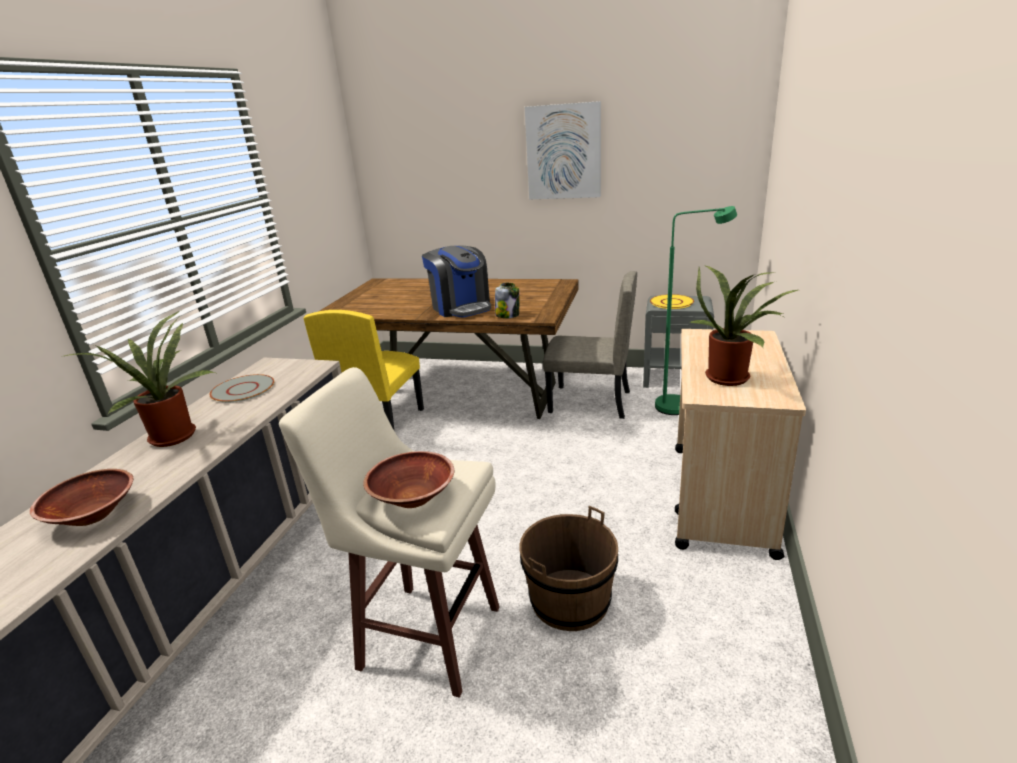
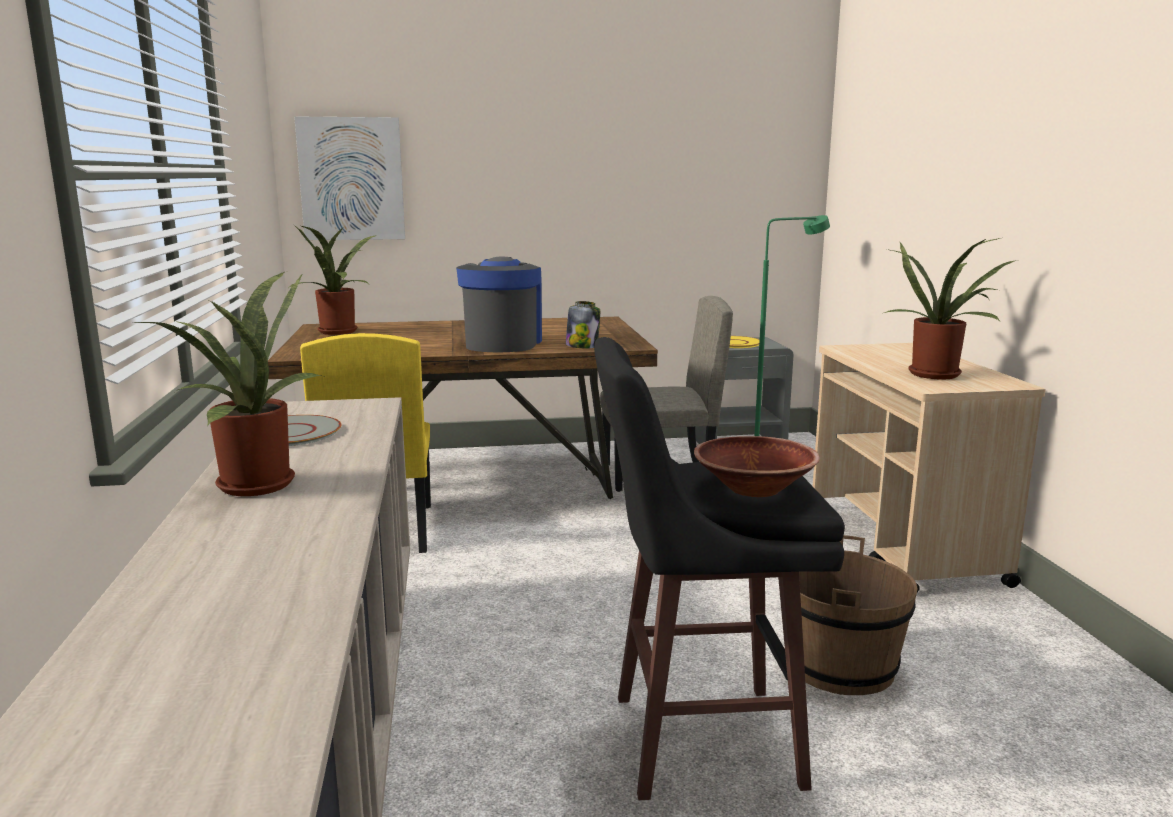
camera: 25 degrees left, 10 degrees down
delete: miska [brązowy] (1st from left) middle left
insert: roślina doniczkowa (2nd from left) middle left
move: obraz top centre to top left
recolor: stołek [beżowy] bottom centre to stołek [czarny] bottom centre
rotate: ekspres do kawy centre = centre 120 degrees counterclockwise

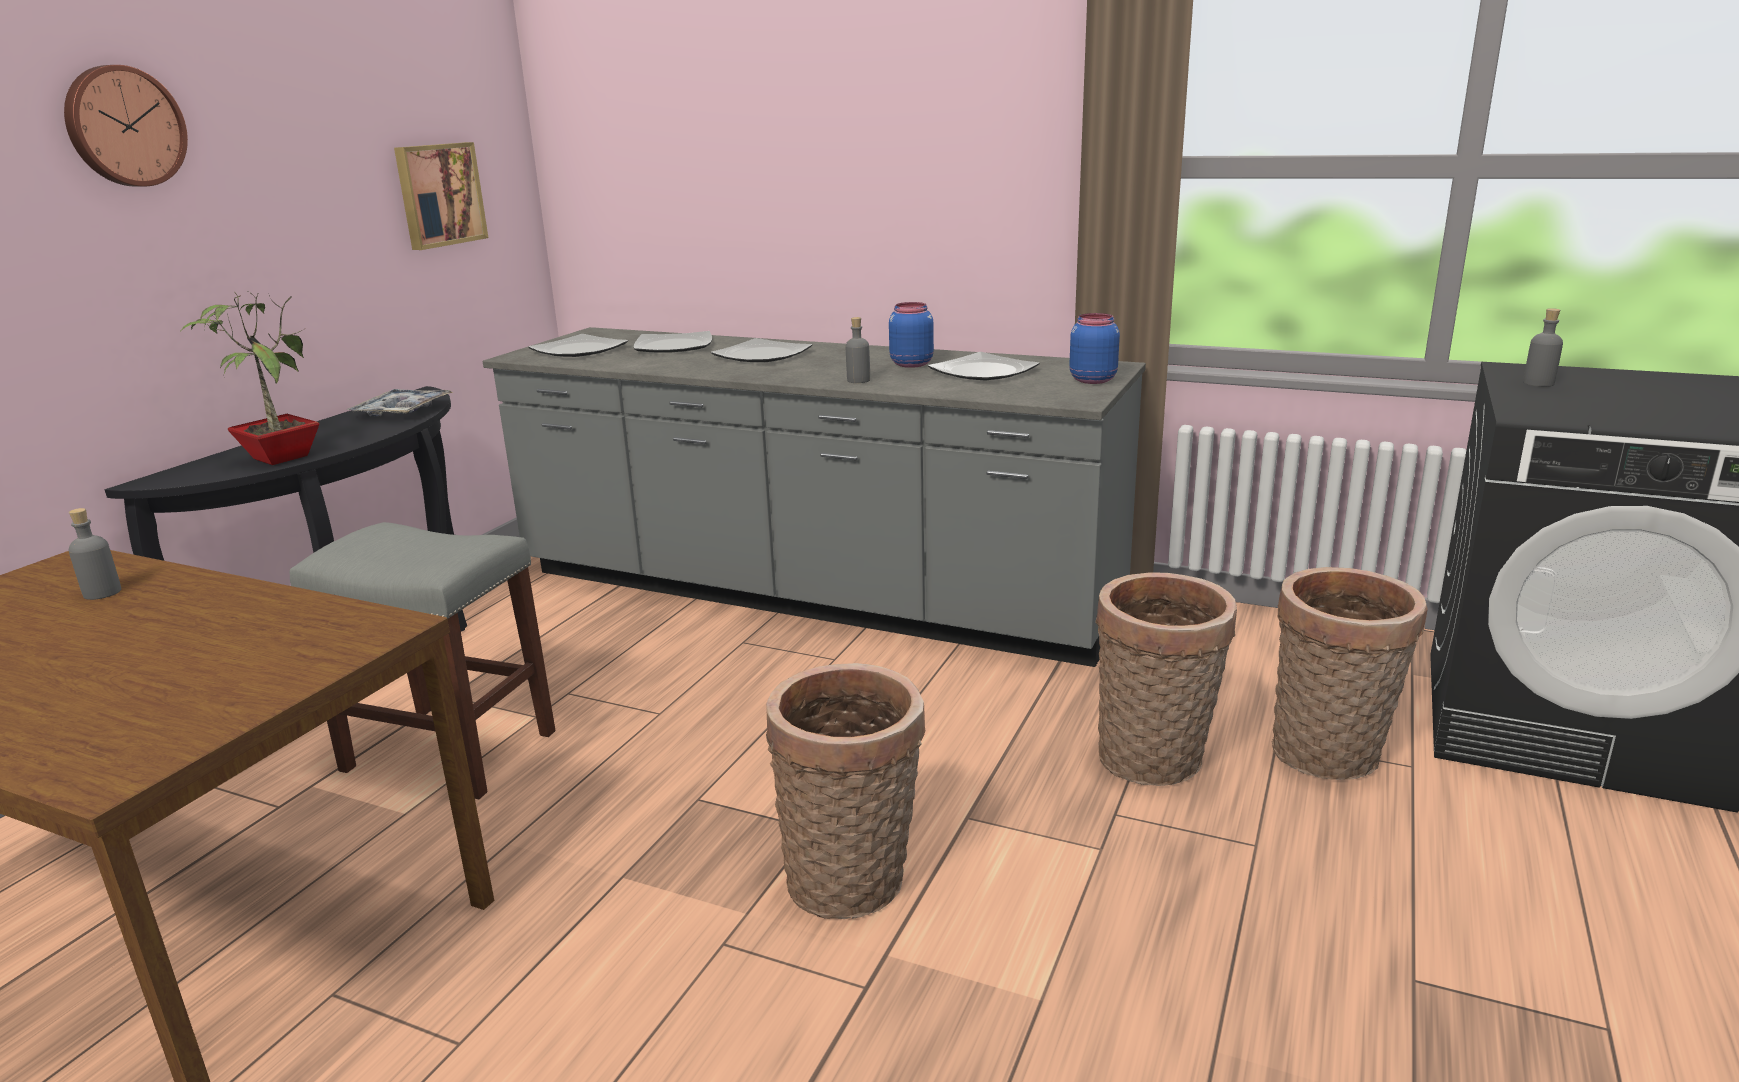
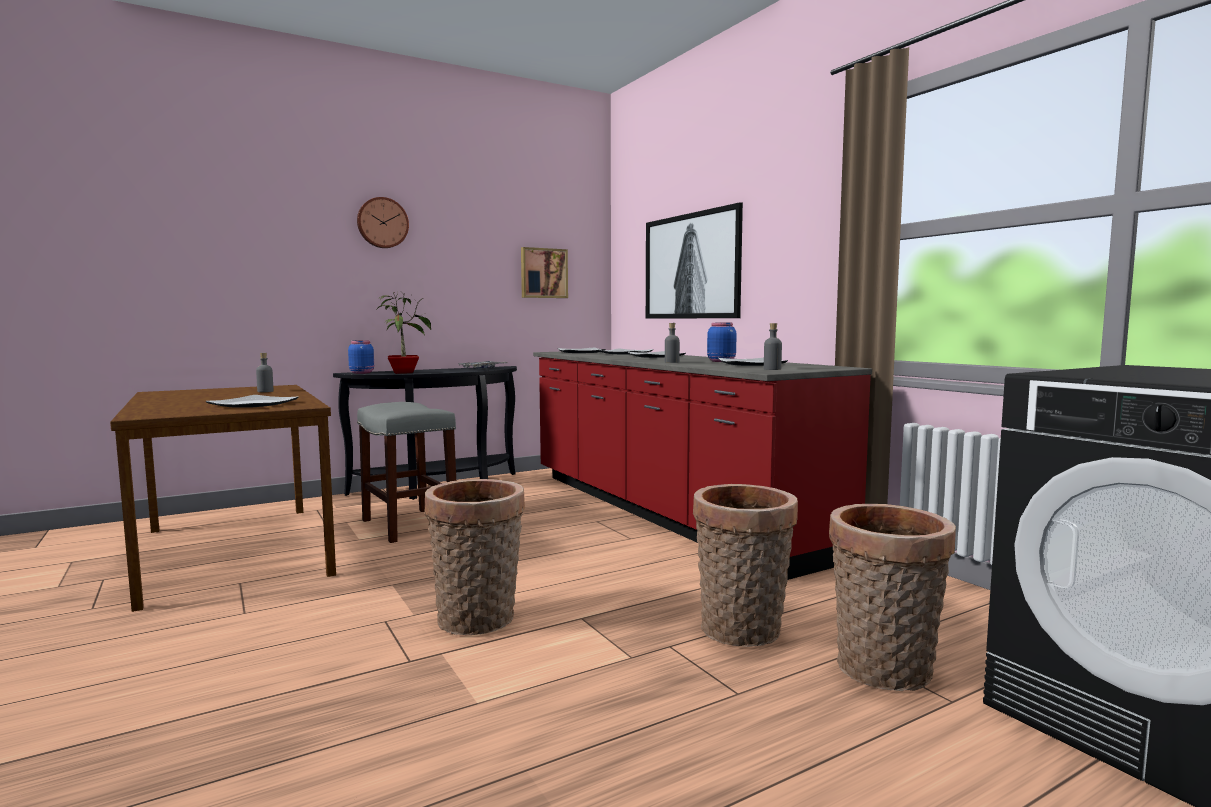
camera: 35 degrees right, 15 degrees down
insert: talerz (1st from left) middle left; obraz (2nd from left) top centre
move: słoik [niebieski] (2nd from left in the first image) top centre to słoik [niebieski] (1st from left) middle left; butelka [szary] (3rd from left) top right to centre
recolor: zabudowa kuchenna [szary] centre to zabudowa kuchenna [czerwony] centre

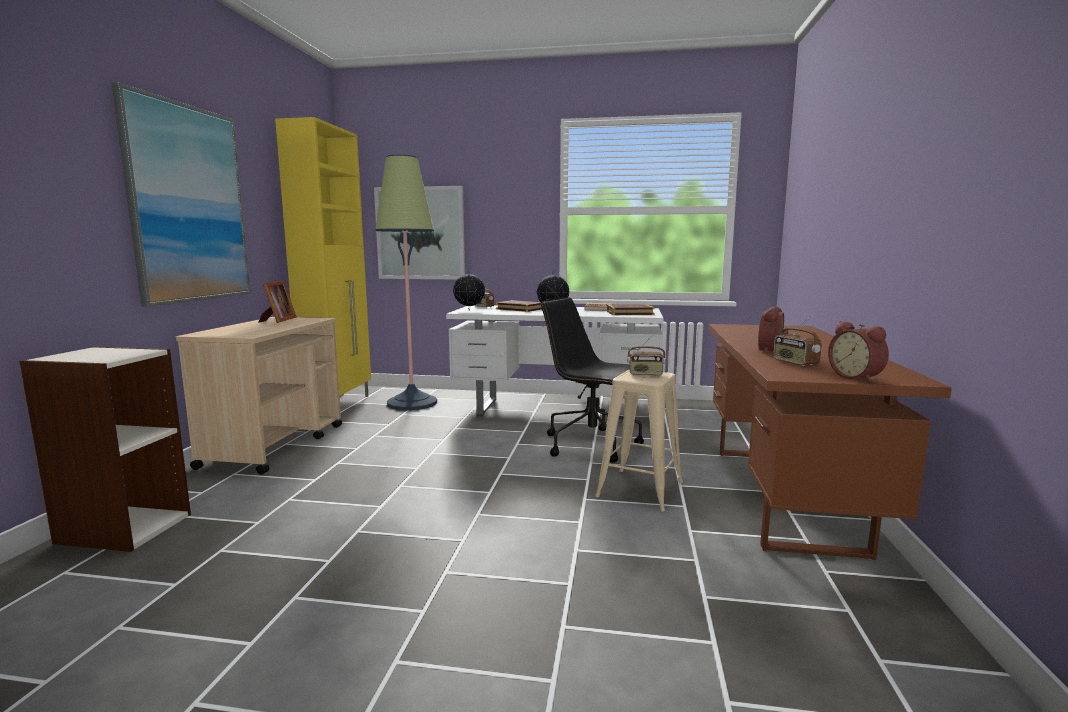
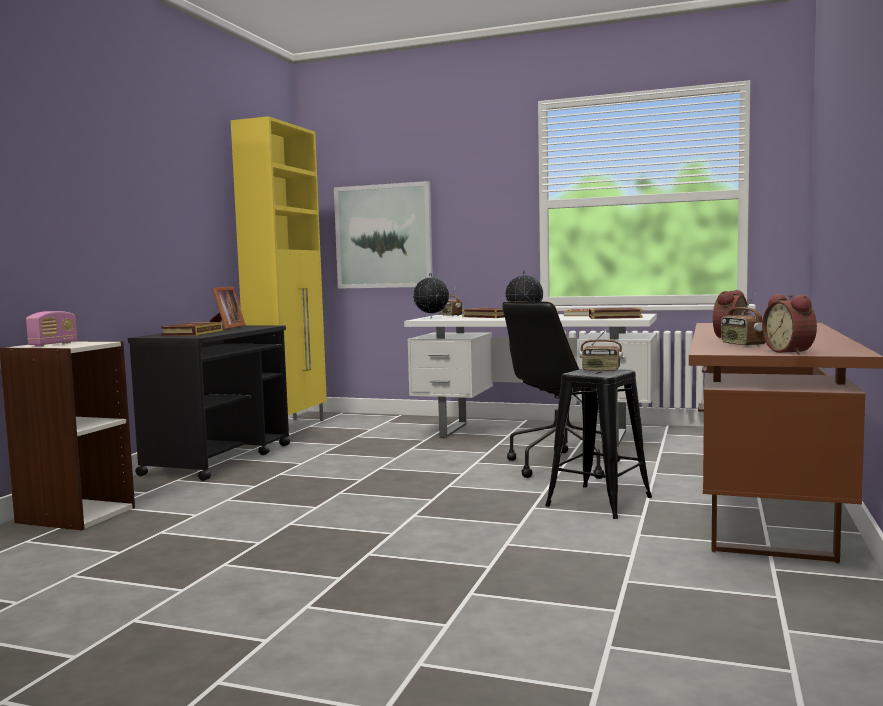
camera: 10 degrees right, 5 degrees down
delete: obraz (1st from left) top left; lampa stojąca centre
insert: radio (1st from left) middle left; książka (1st from left) middle left
recolor: wózek [beżowy] middle left to wózek [czarny] middle left; stołek [beżowy] centre to stołek [czarny] middle right
rotate: krzesło biurowe [czarny] centre = centre 90 degrees counterclockwise

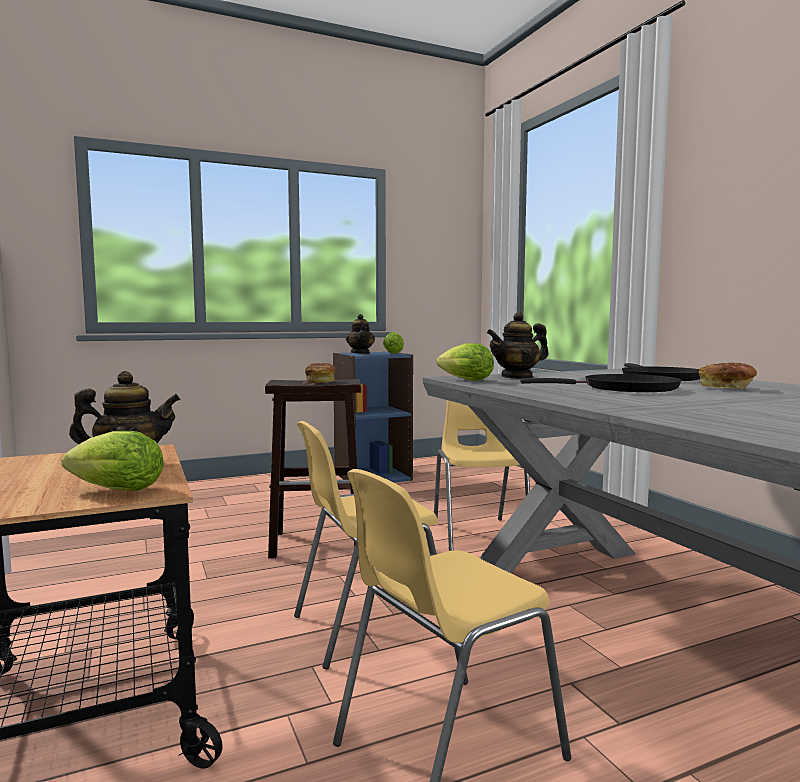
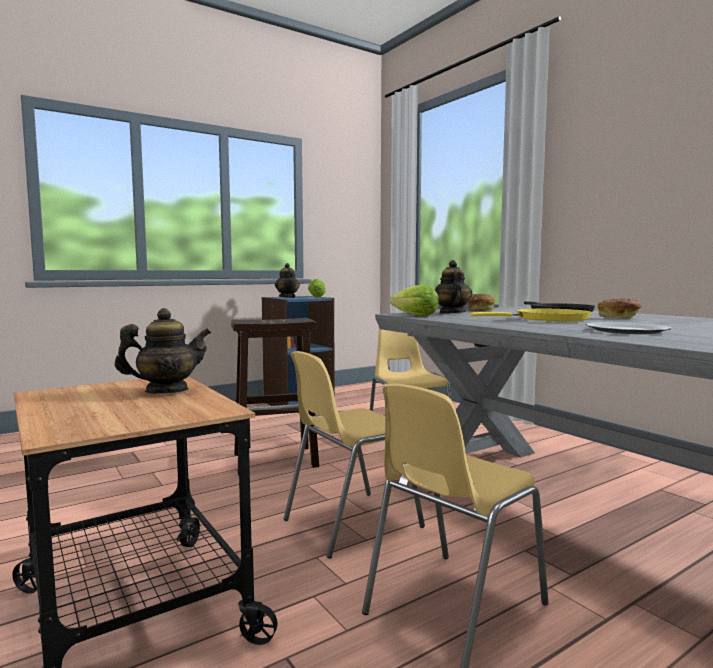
camera: 10 degrees left, 0 degrees up
delete: sałata (1st from left) middle left
insert: talerz middle right
move: chleb (1st from left) centre to middle right
recolor: patelnia [czarny] (1st from left) middle right to patelnia [żółty] middle right
rotate: imbryk (3rd from left) centre = centre 120 degrees clockwise

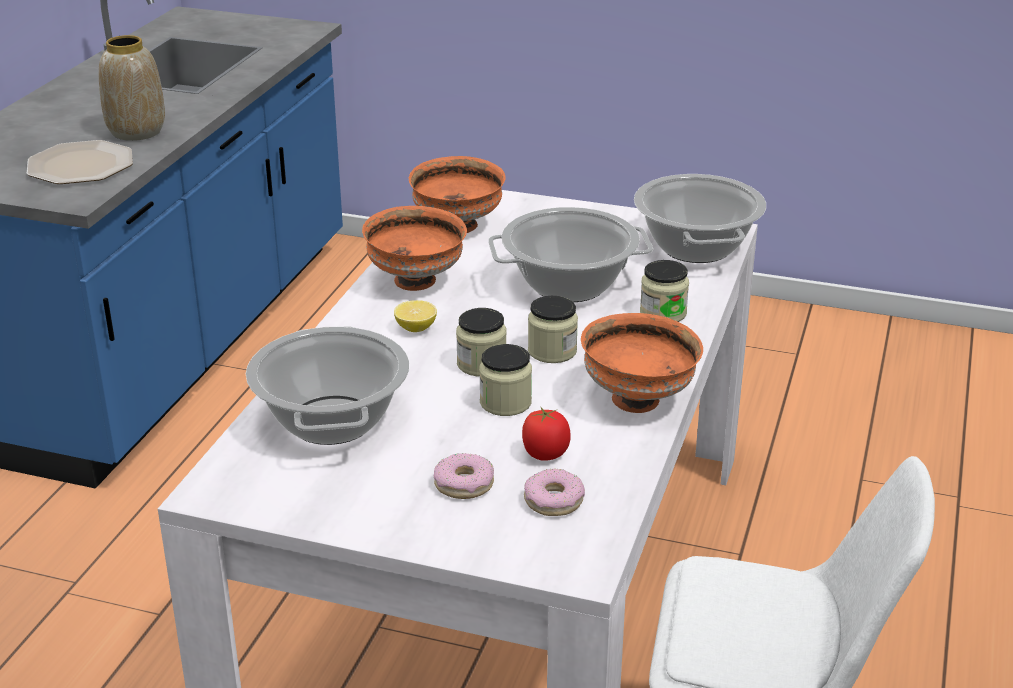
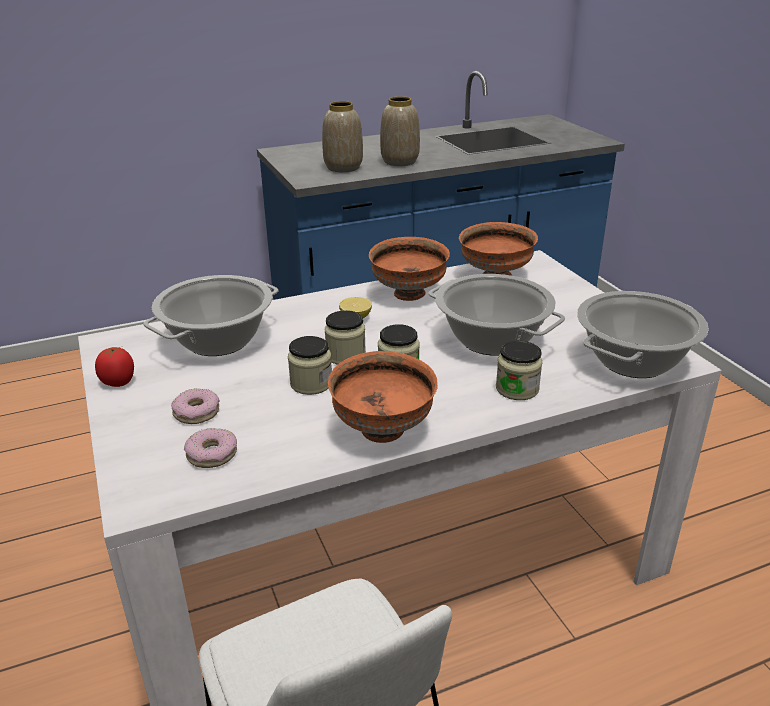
camera: 50 degrees right, 0 degrees up
move: pomidor centre to middle left
replace: talerz top left to wazon (1st from left) top centre

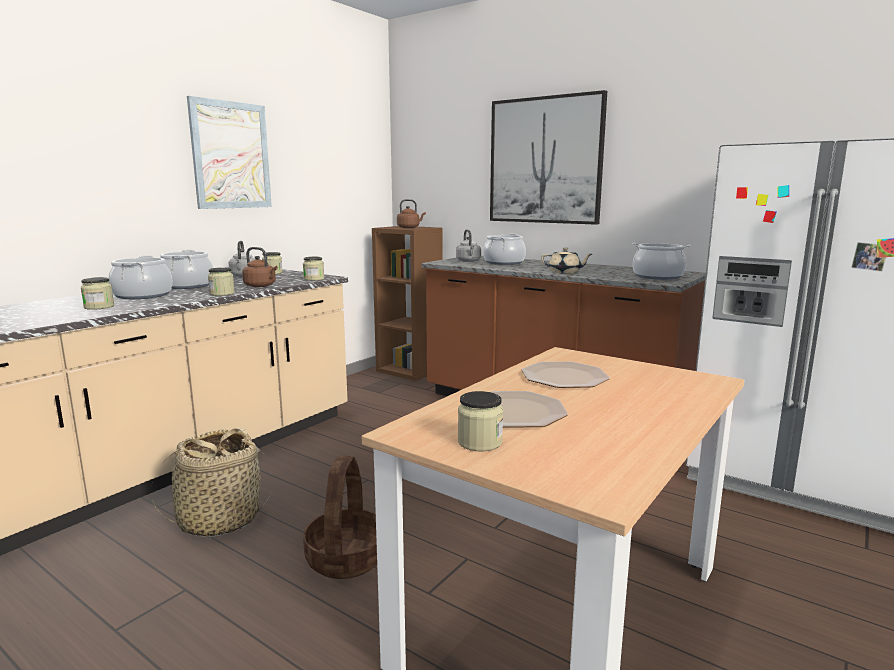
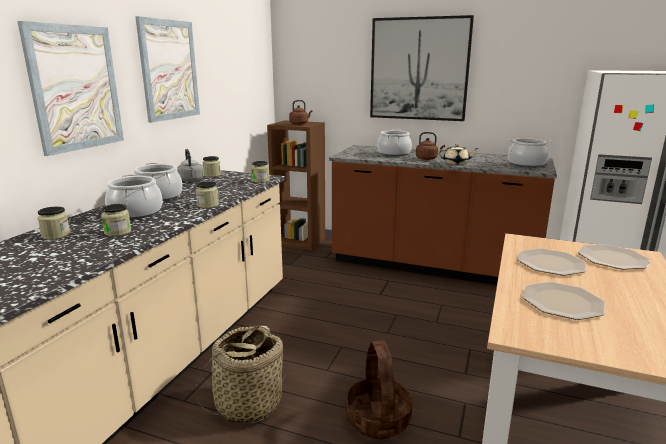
camera: 15 degrees left, 5 degrees up
delete: czajnik [szary] (2nd from left) centre
insert: obraz (1st from left) top left; talerz (3rd from left) middle right
move: czajnik [brązowy] (1st from left in the first image) middle left to czajnik [brązowy] (2nd from left) top centre; słoik (5th from left in the first image) centre to słoik (1st from left) middle left

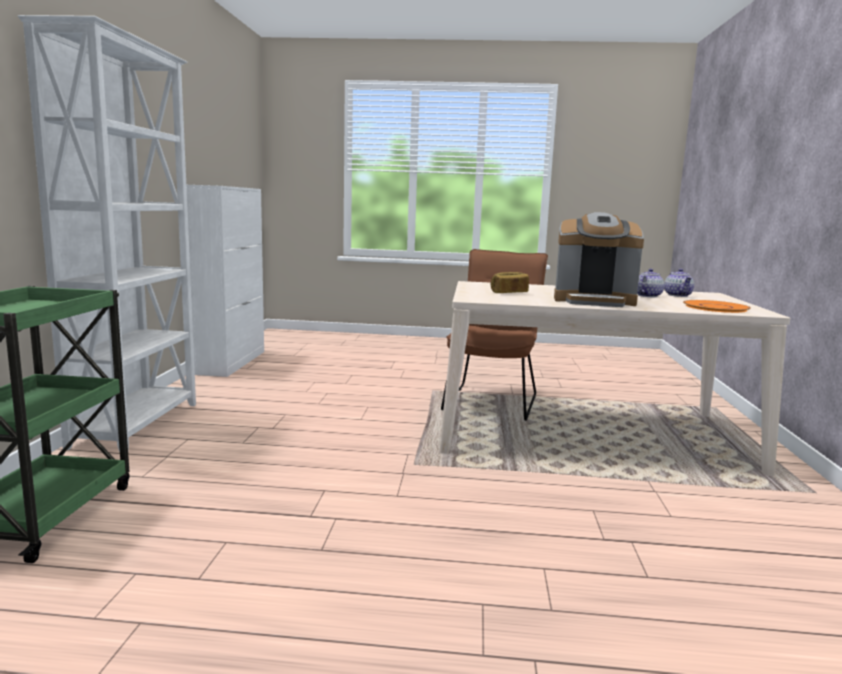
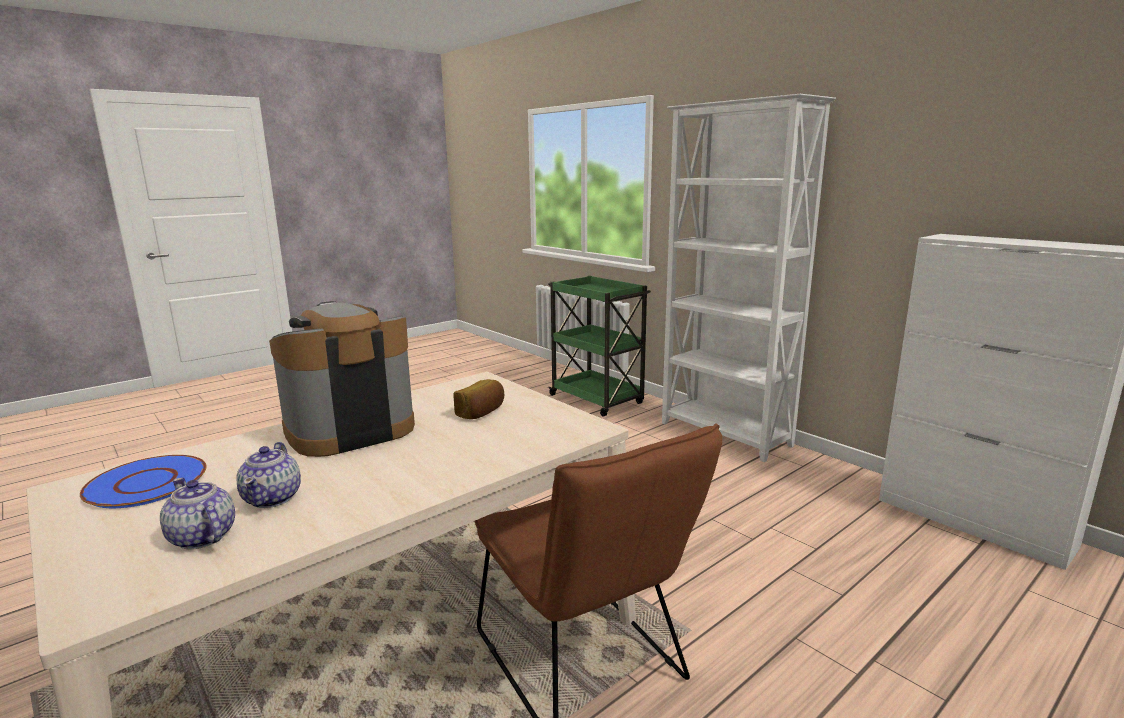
camera: 135 degrees right, 5 degrees up
recolor: talerz [pomarańczowy] middle right to talerz [niebieski] bottom left

